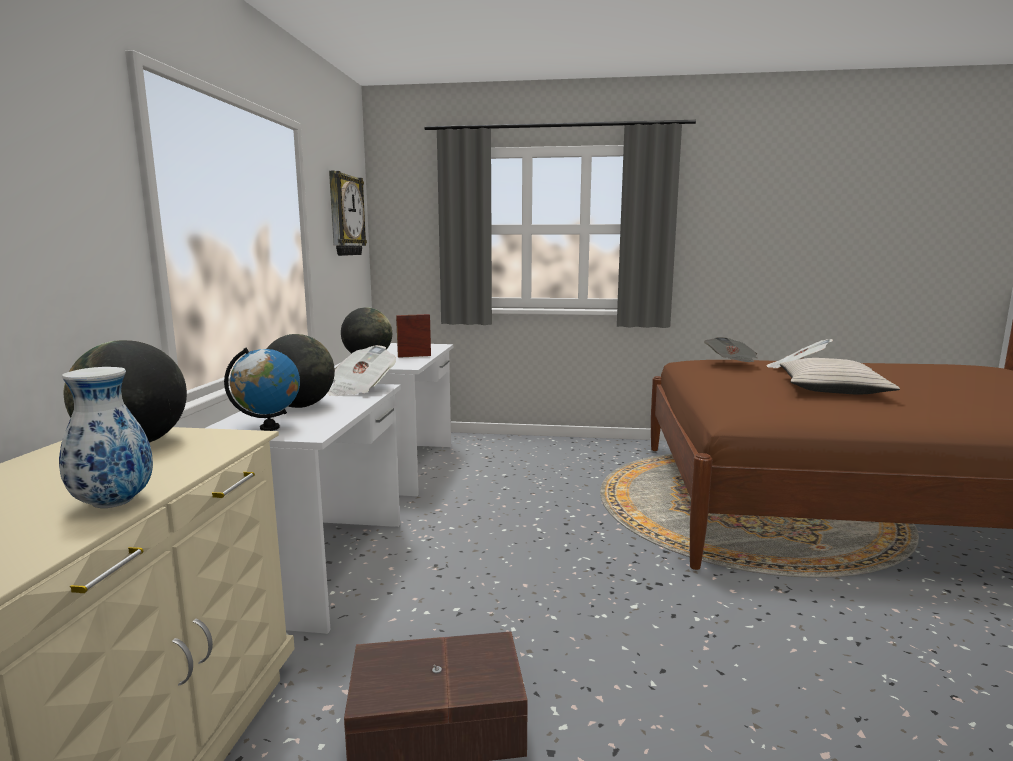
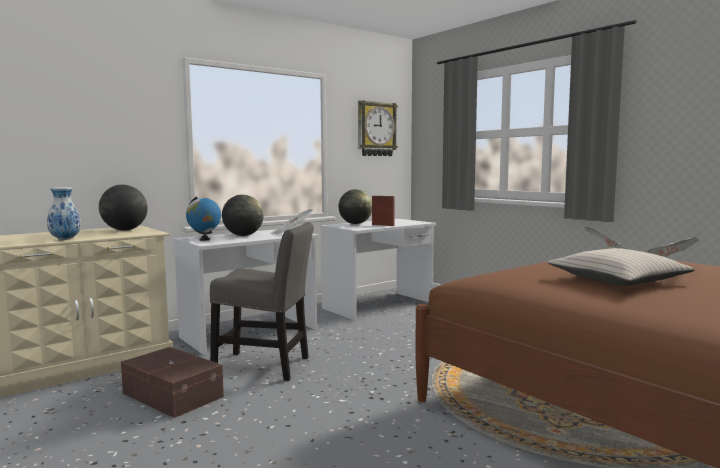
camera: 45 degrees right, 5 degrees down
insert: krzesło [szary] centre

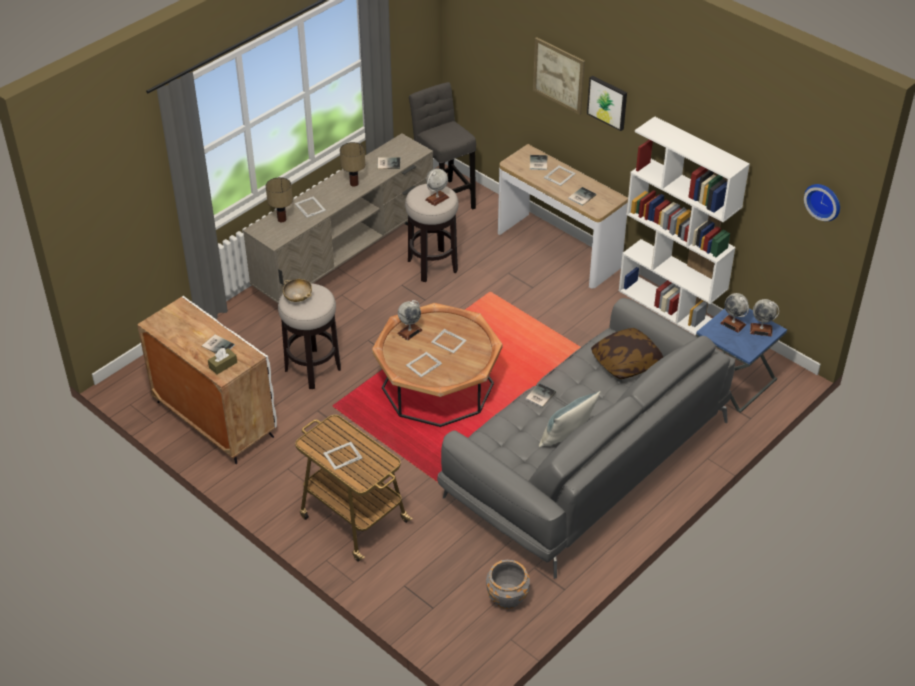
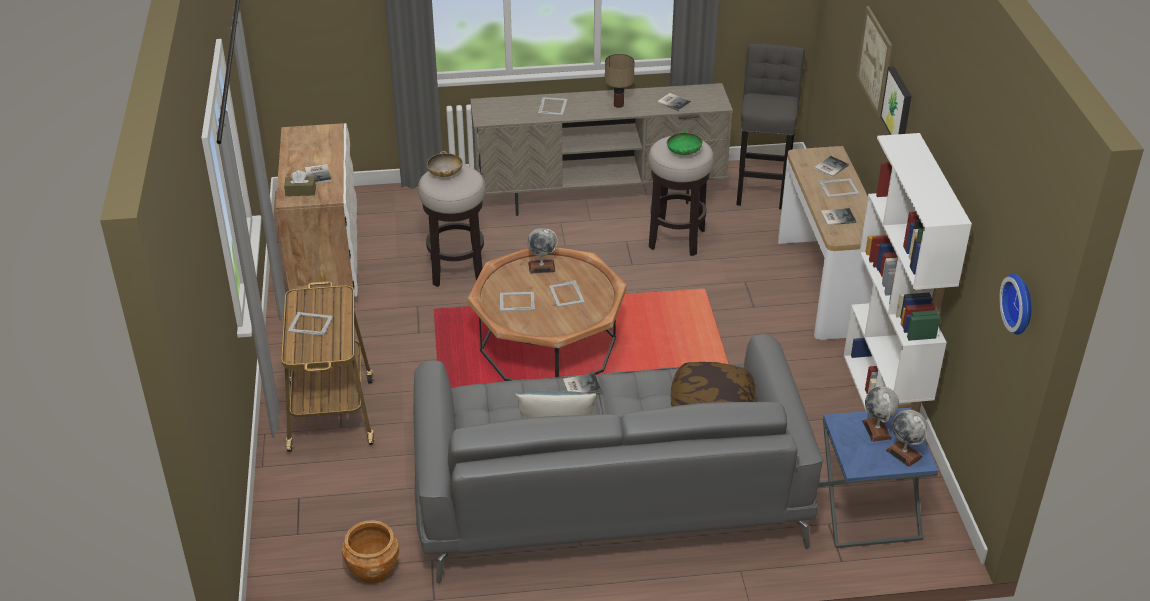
camera: 40 degrees right, 5 degrees down
delete: lampa stołowa (1st from left) top left
replace: globus (2nd from left) top centre to miska [zielony] top centre
recolor: donica [szary] bottom centre to donica [brązowy] bottom left

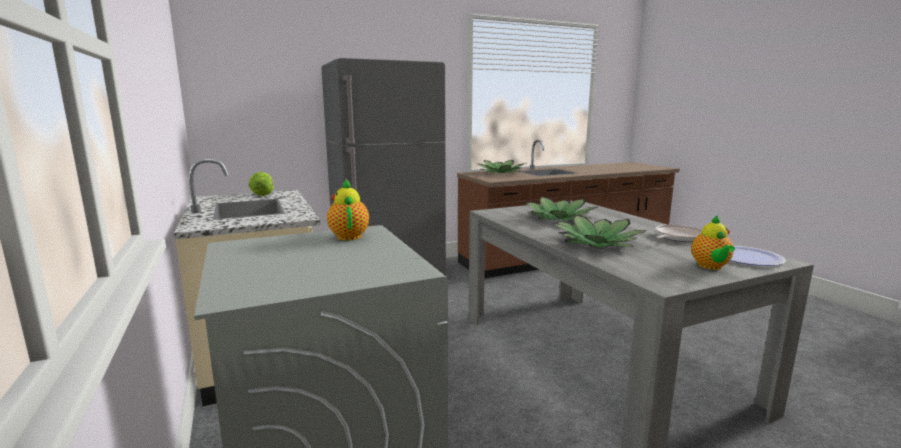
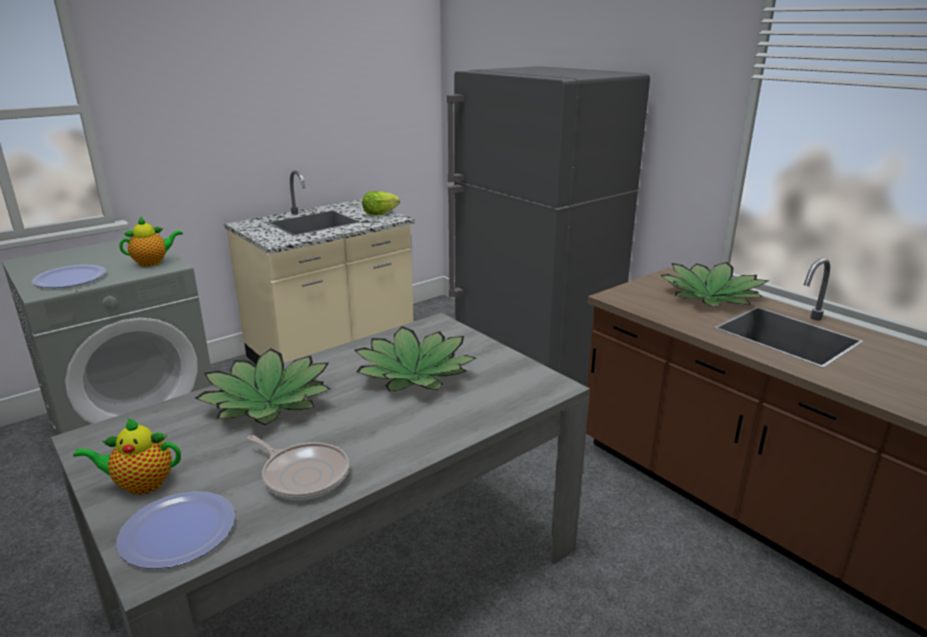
camera: 75 degrees right, 10 degrees up
insert: talerz (1st from left) middle left

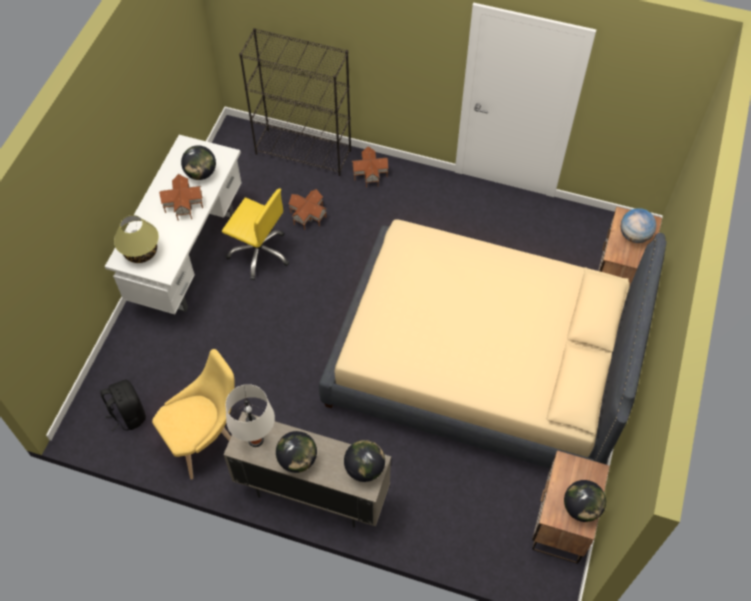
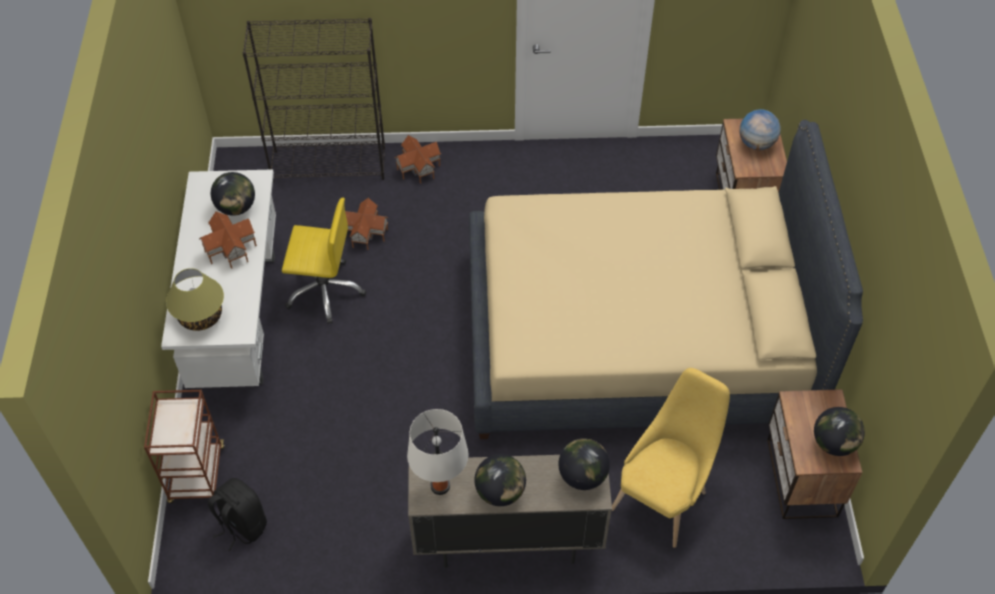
camera: 20 degrees left, 5 degrees down
insert: wózek [brązowy] bottom left
move: krzesło [żółty] bottom left to bottom right

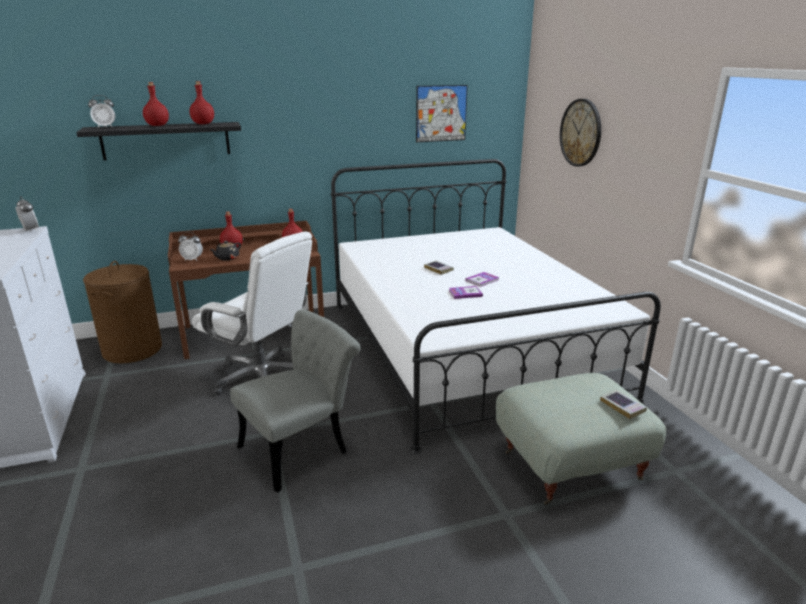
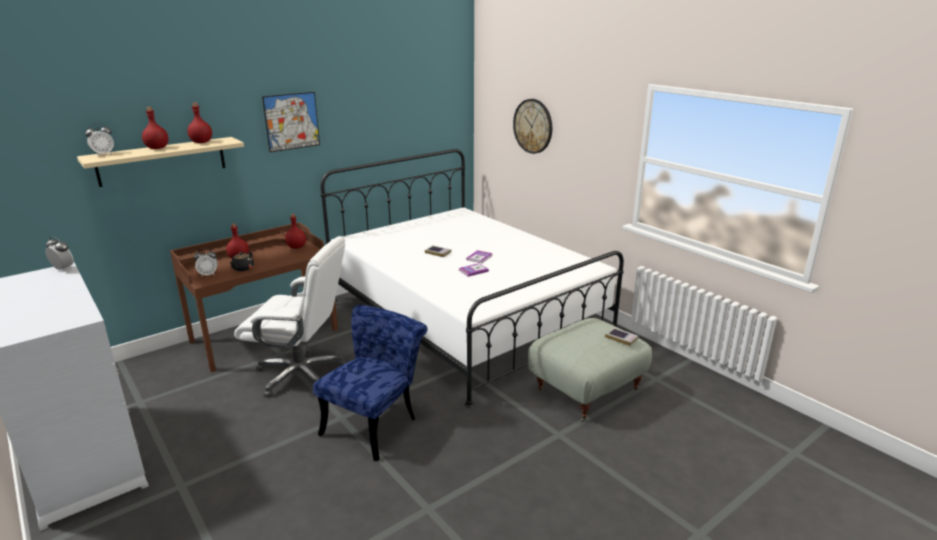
camera: 20 degrees left, 0 degrees up
delete: kosz na pranie [brązowy] middle left
move: obraz top centre to top left
recolor: półka [czarny] top left to półka [beżowy] top left; krzesło [szary] centre to krzesło [niebieski] bottom centre

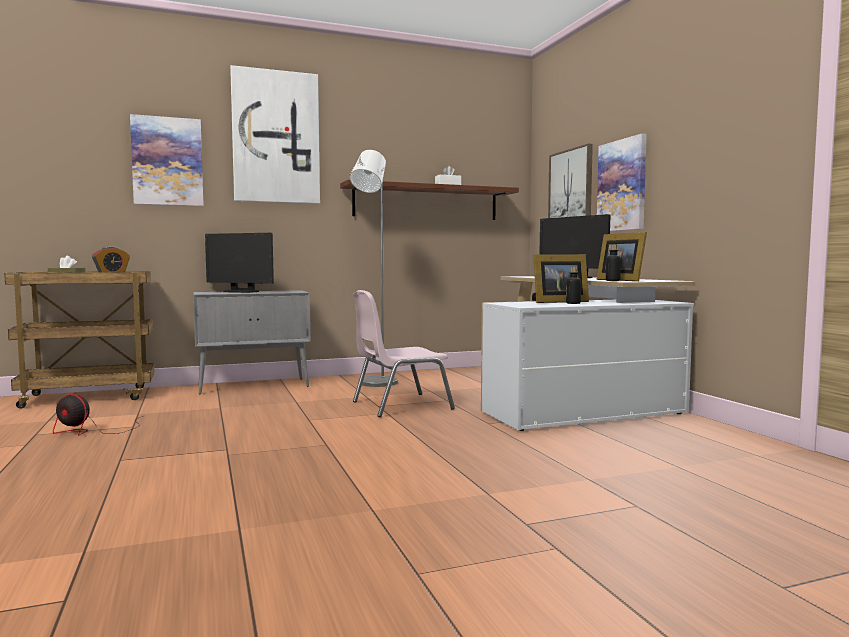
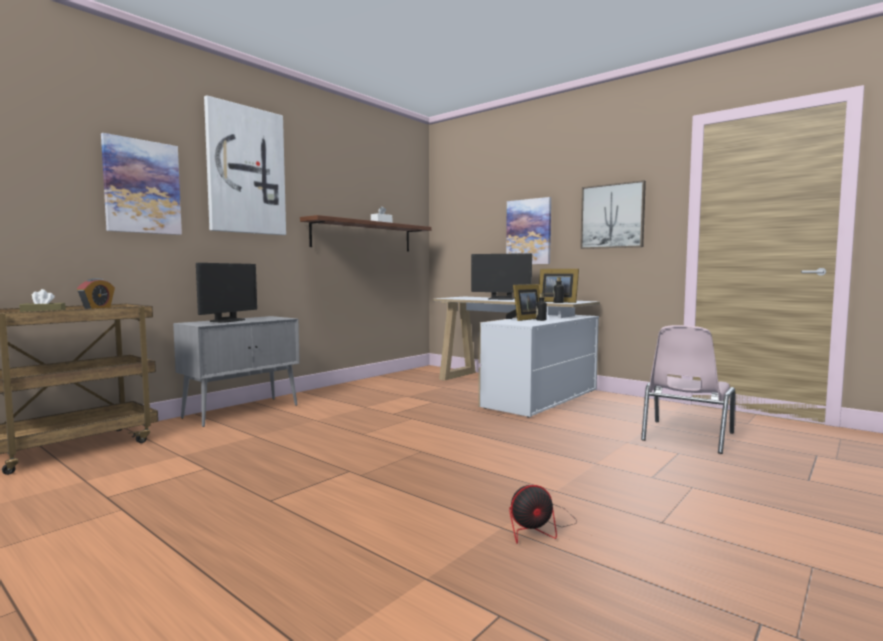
camera: 30 degrees left, 0 degrees up
delete: lampa stojąca [szary] centre
move: wentylator middle left to bottom centre; krzesło [różowy] centre to middle right; obraz (3rd from left in the first image) top right to obraz (4th from left) middle right
rotate: monitor (1st from left) middle left = middle left 60 degrees counterclockwise

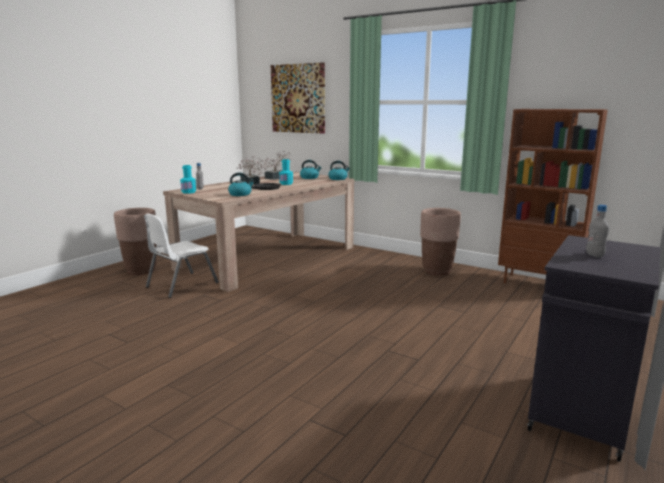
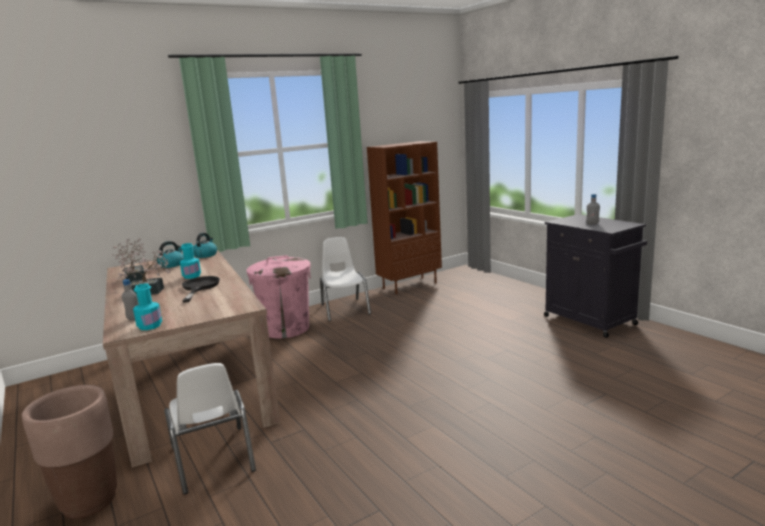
camera: 65 degrees left, 0 degrees up
delete: czajnik (1st from left) centre; obraz top centre
insert: kosz na śmieci [różowy] centre
replace: donica [brązowy] (2nd from left) centre to krzesło [biały] (2nd from left) centre

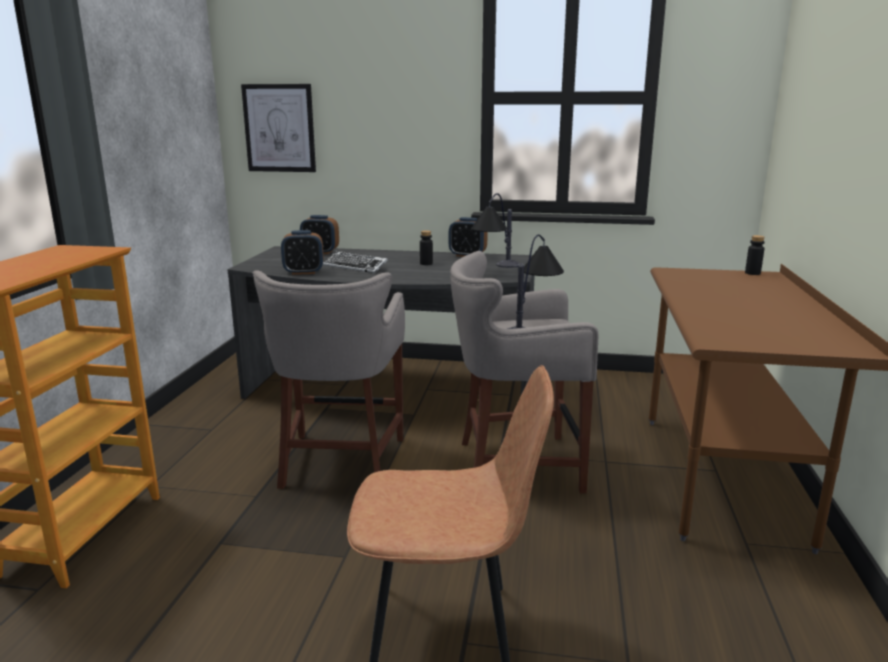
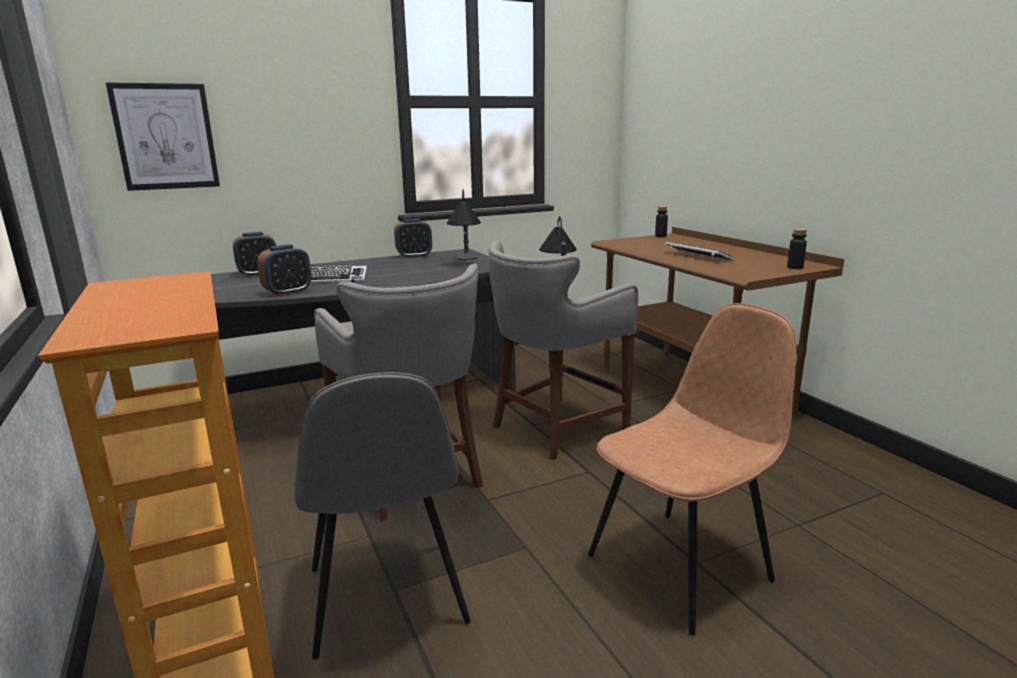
camera: 35 degrees left, 0 degrees up
insert: krzesło [szary] bottom centre; klawiatura (2nd from left) middle right
move: butelka [czarny] (1st from left in the first image) centre to butelka [czarny] (2nd from left) middle right

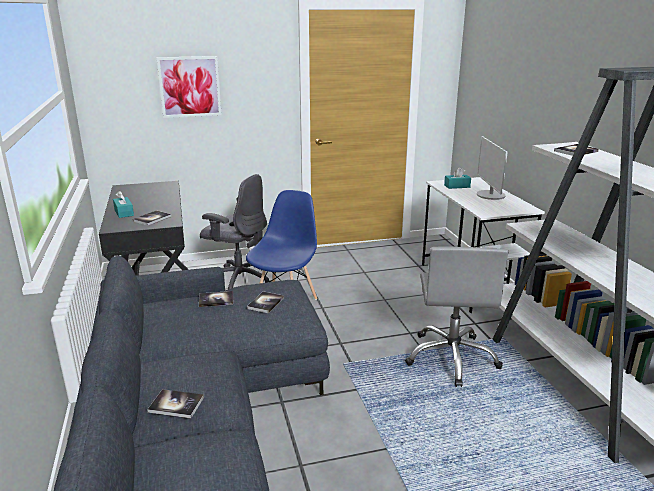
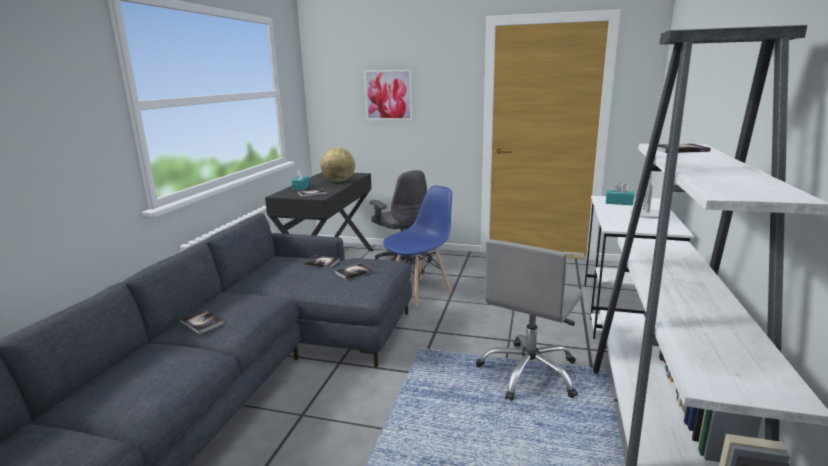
camera: 30 degrees right, 5 degrees down
insert: globus centre

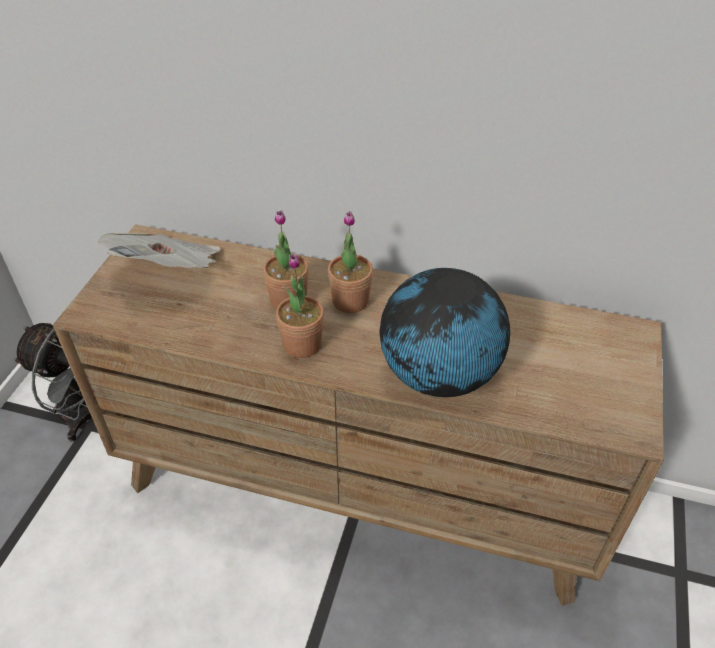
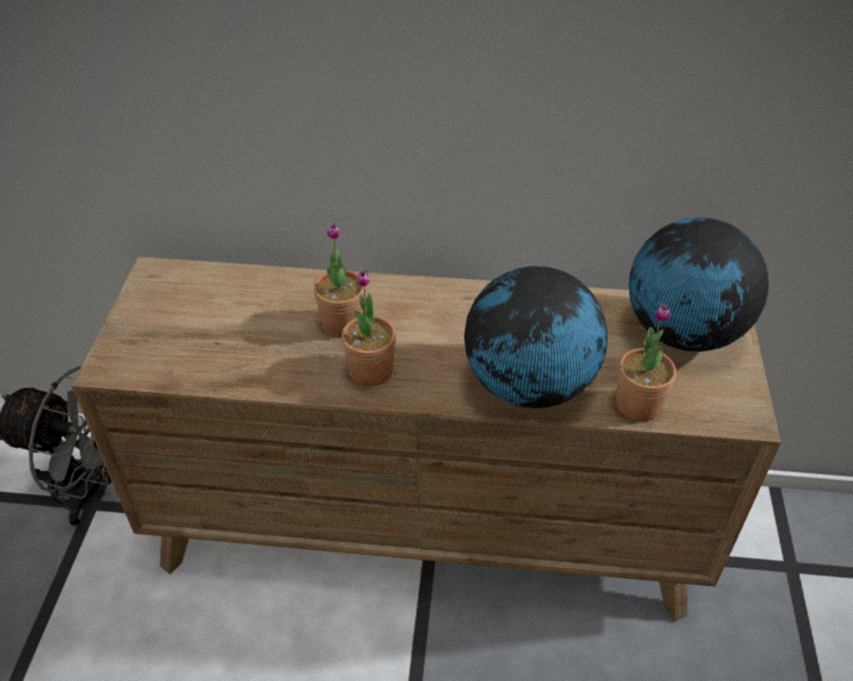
camera: 10 degrees left, 0 degrees up
delete: gazeta middle left
insert: globus (2nd from left) middle right
move: roślina doniczkowa (3rd from left) centre to middle right

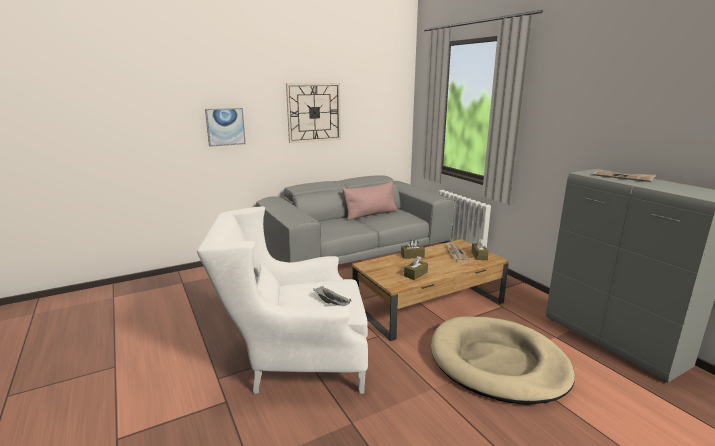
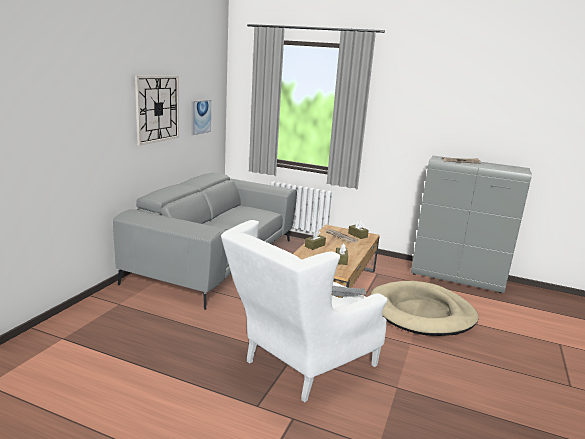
camera: 40 degrees left, 0 degrees up
delete: poduszka [różowy] centre
move: obraz top left to top centre

